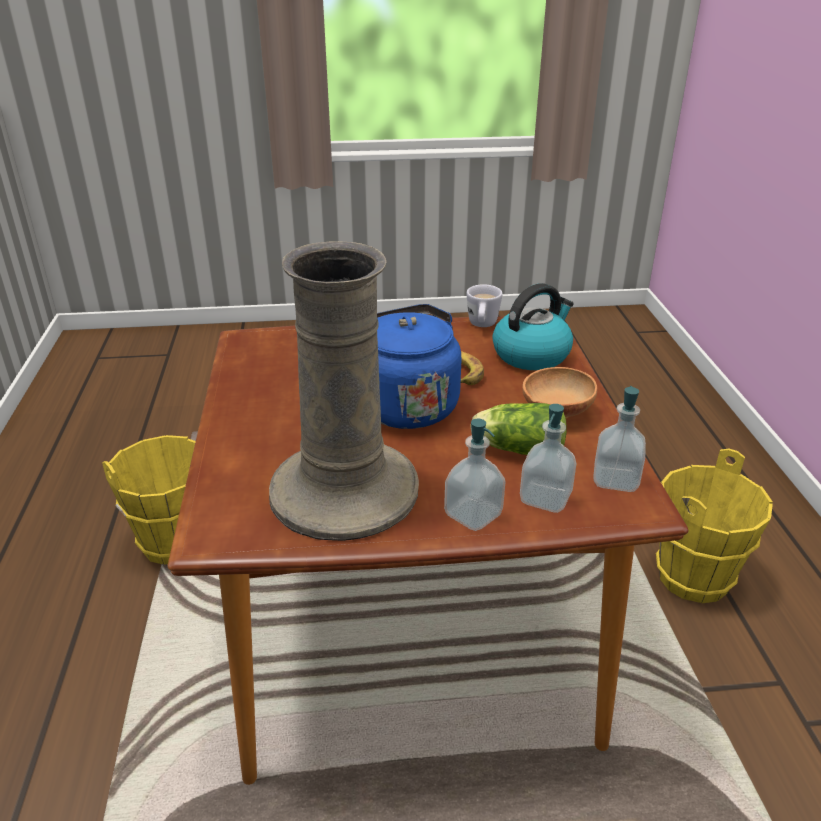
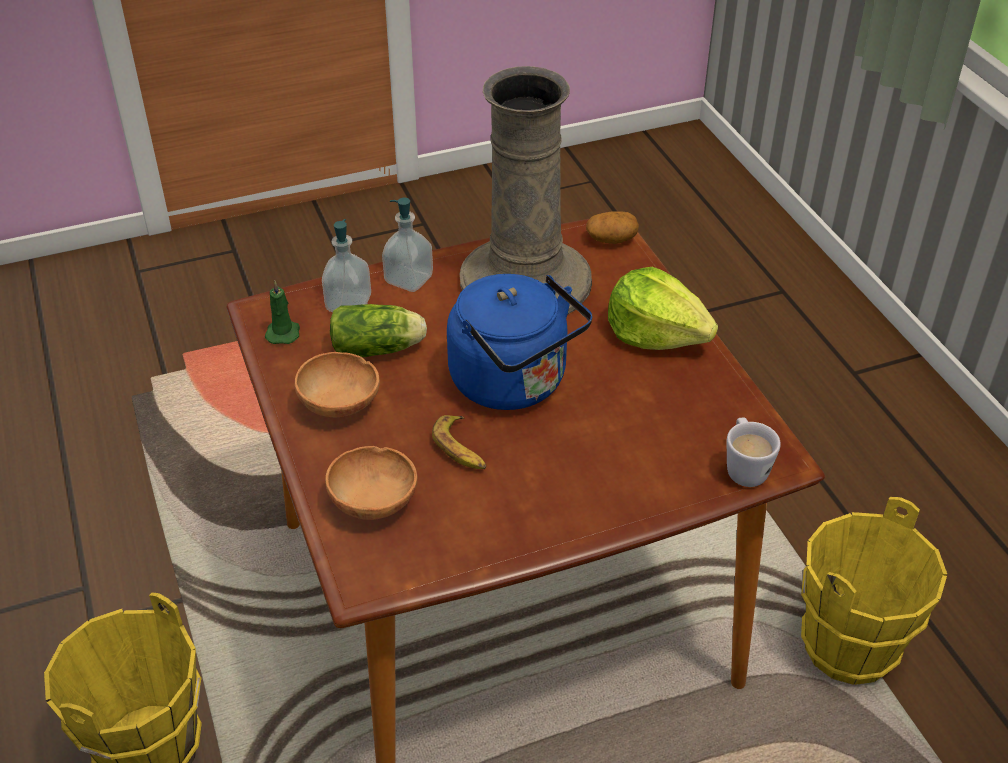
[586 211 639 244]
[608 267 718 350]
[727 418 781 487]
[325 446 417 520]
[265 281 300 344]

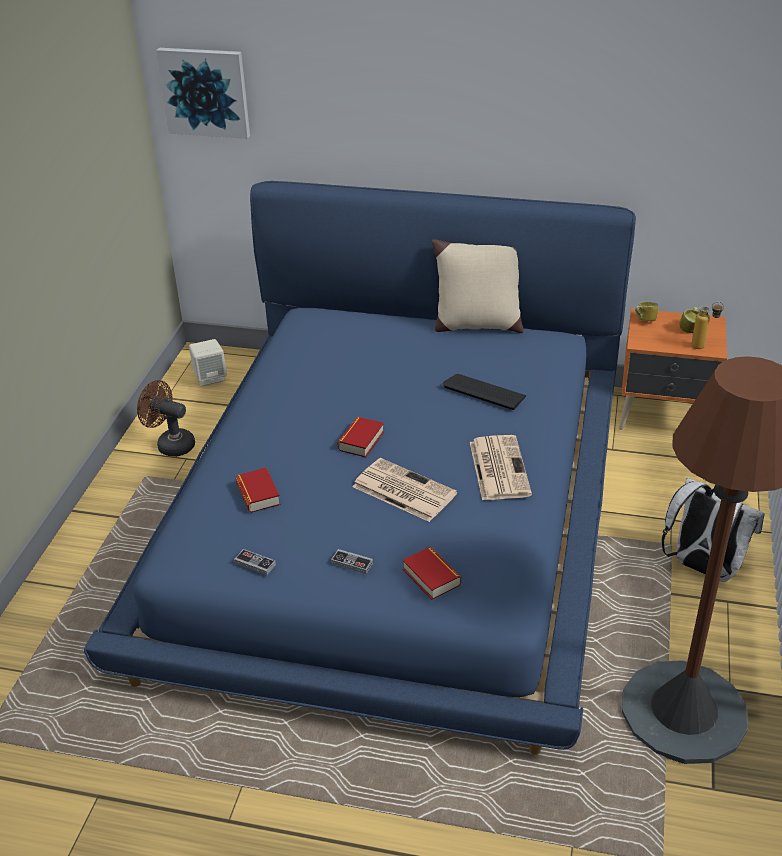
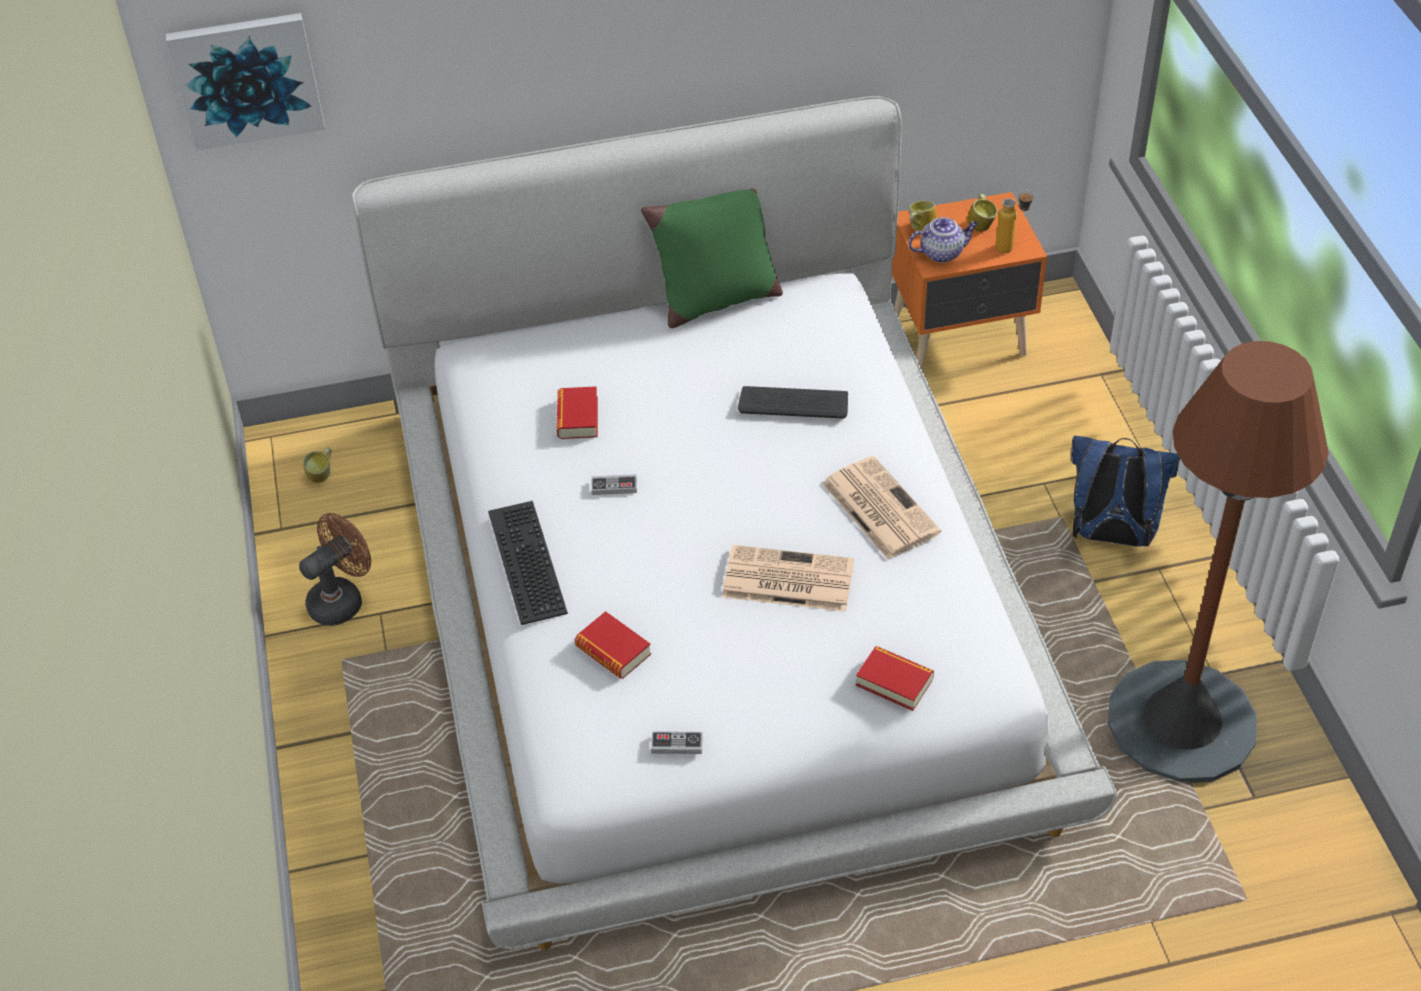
[488 501 568 625]
[908 217 978 263]
[591 474 637 495]
[557 386 598 439]
[303 447 332 483]
[351 96 1117 950]
[641 188 783 328]
[1071 435 1180 547]
[299 513 371 626]

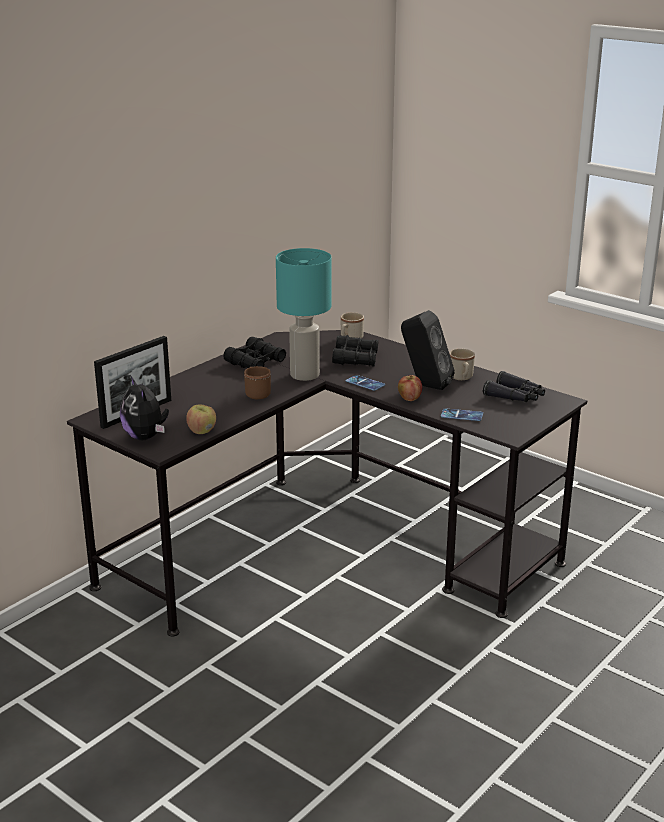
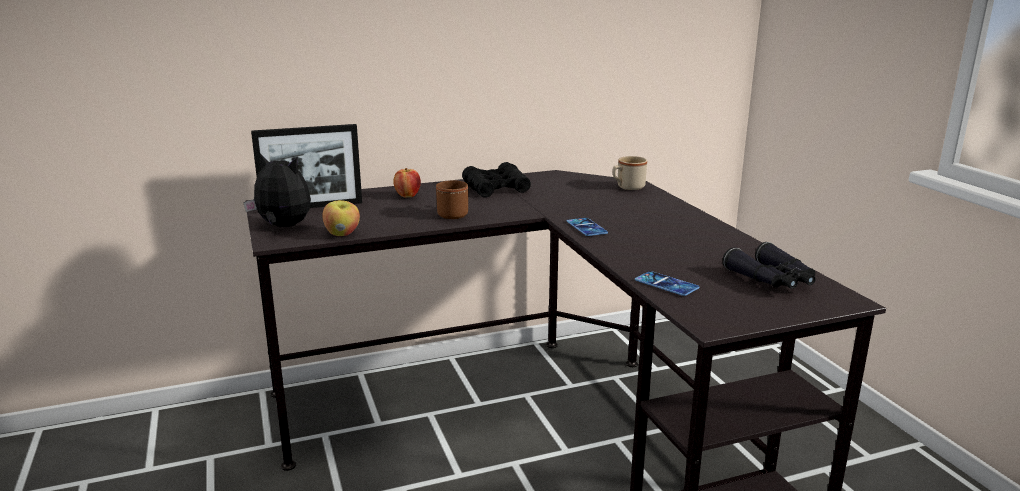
[276 248 332 381] (first image)
[332 335 378 367] (first image)
[401 310 455 390] (first image)
[449 348 475 380] (first image)
[393 168 421 198]
[243 153 311 227]

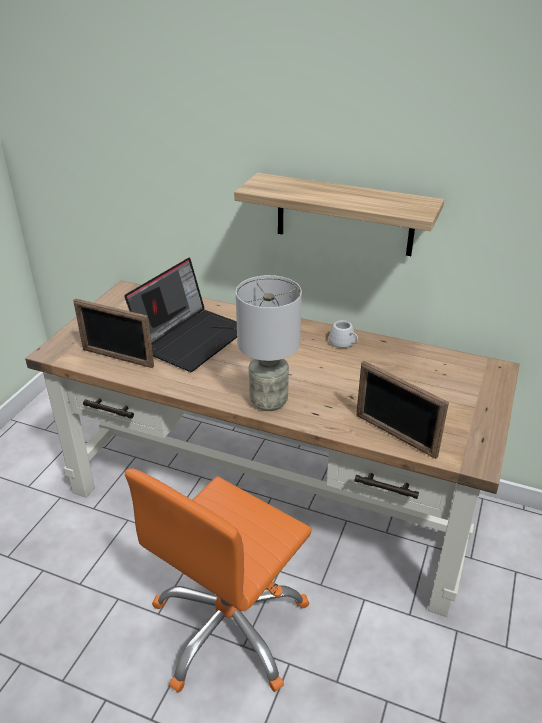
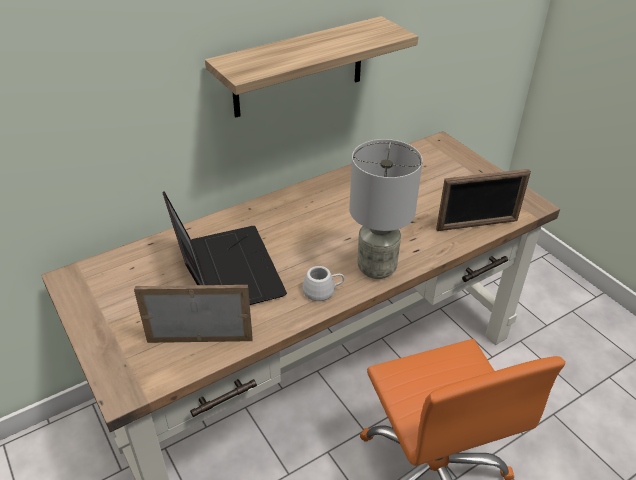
[302 266 345 301]
[134 285 253 343]

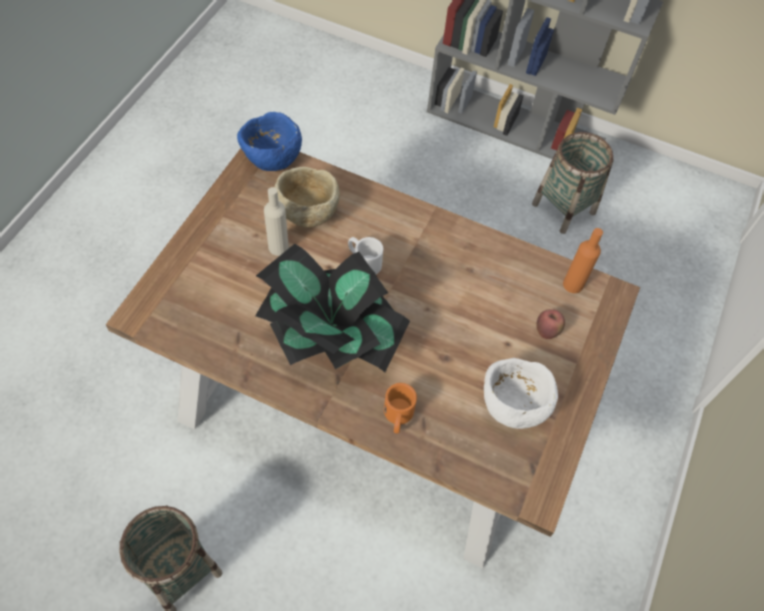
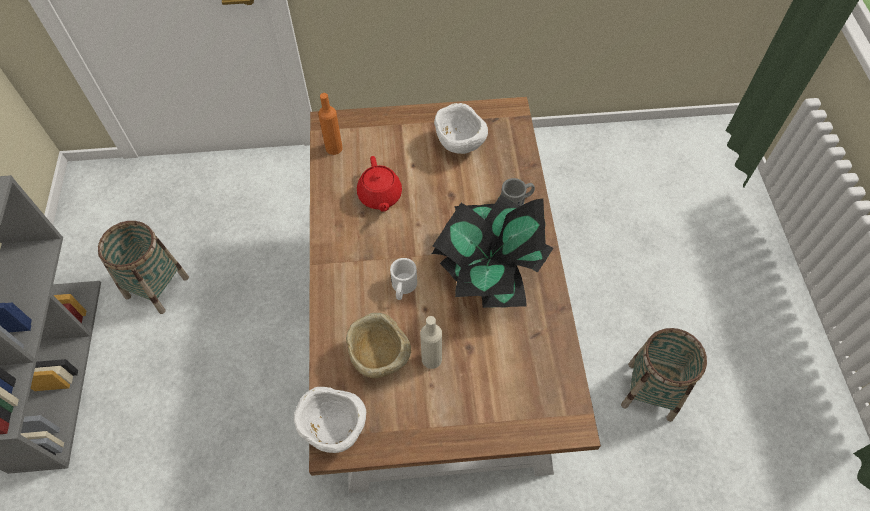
[536 309 565 339] (first image)
[357 156 402 211]
[294 387 366 453]
[501 178 535 206]

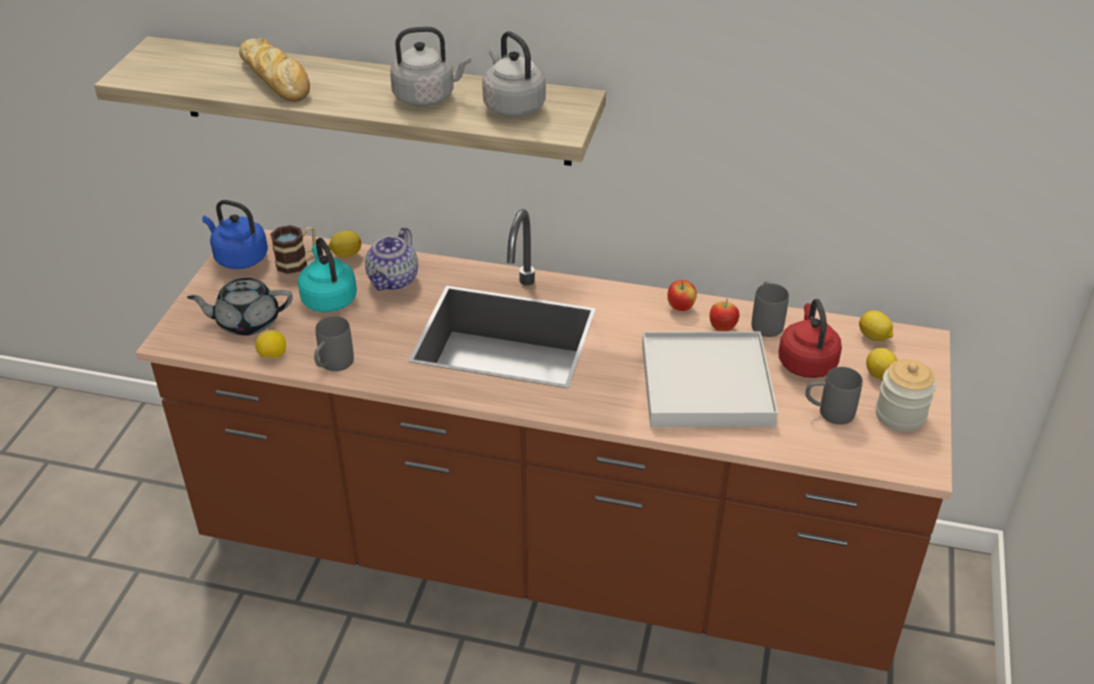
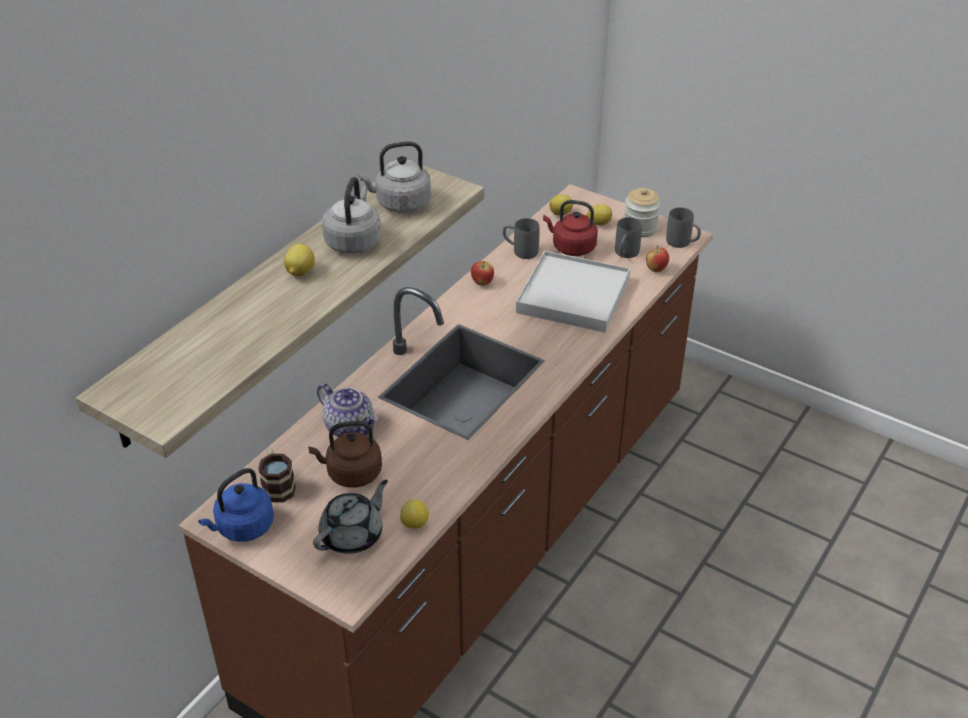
[239 38 310 102] (first image)
[666 207 701 248]
[284 244 315 276]
[646 246 669 272]
[308 421 382 488]
[313 480 388 554]

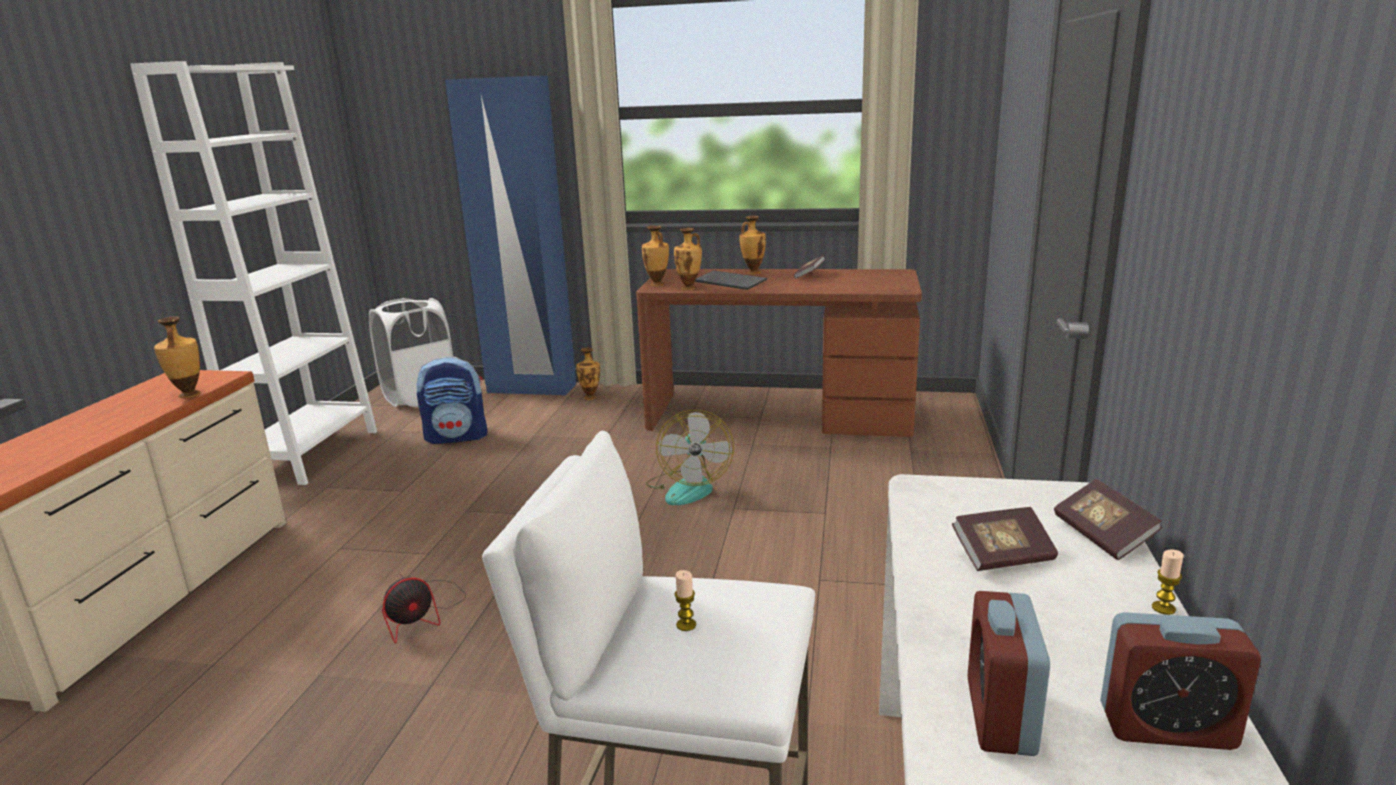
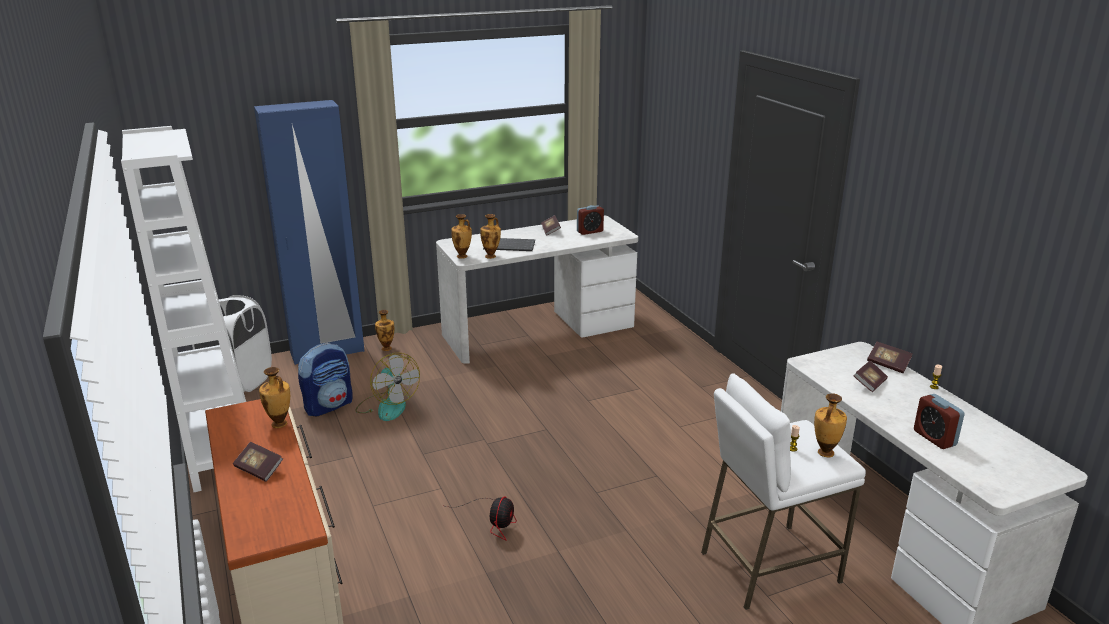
[233 442 283 482]
[356 353 420 421]
[814 393 847 457]
[577 205 604 235]
[436 216 638 364]

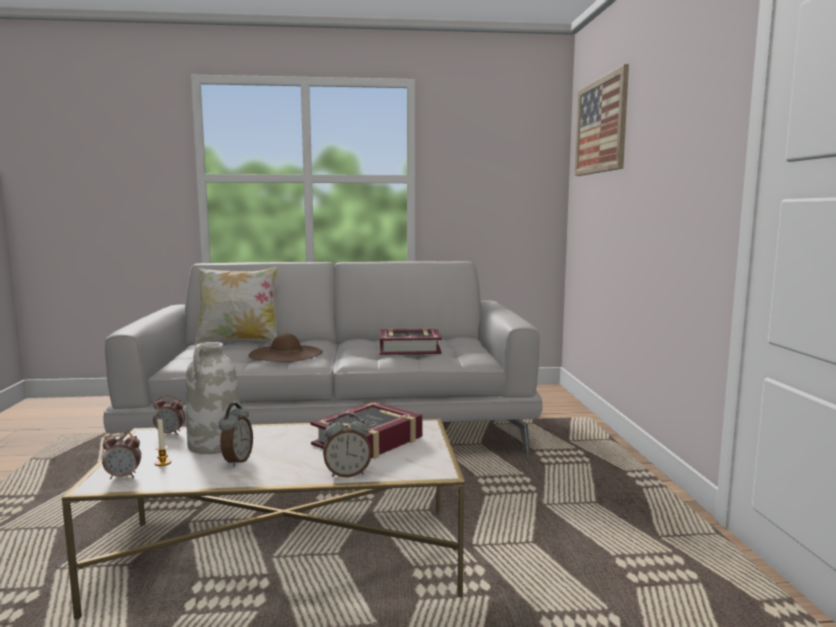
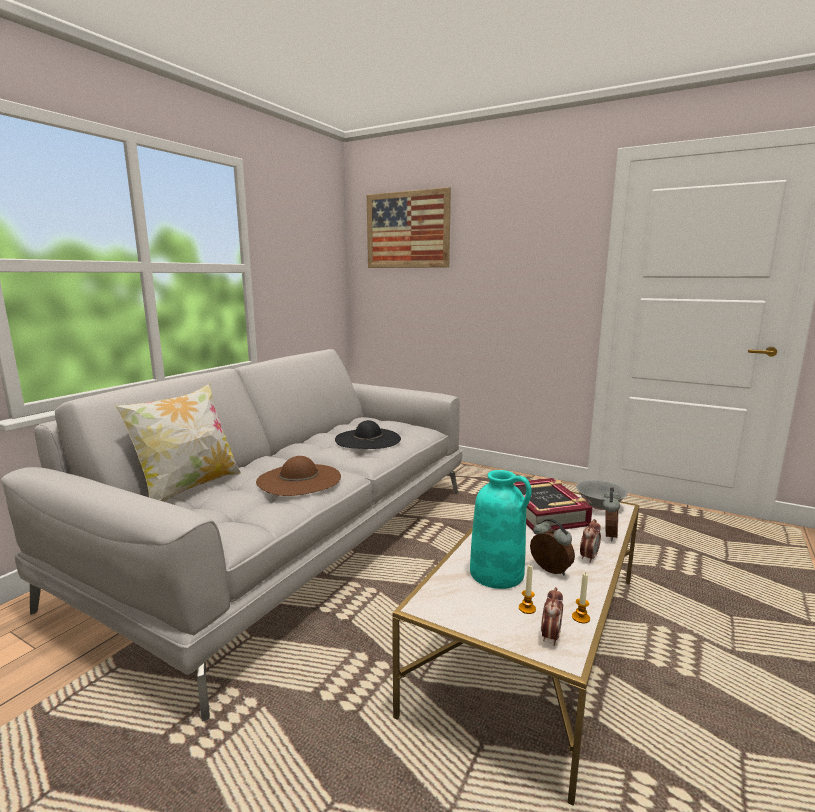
[572 572 590 623]
[576 480 628 510]
[580 519 601 563]
[335 420 401 449]
[470 470 532 589]

